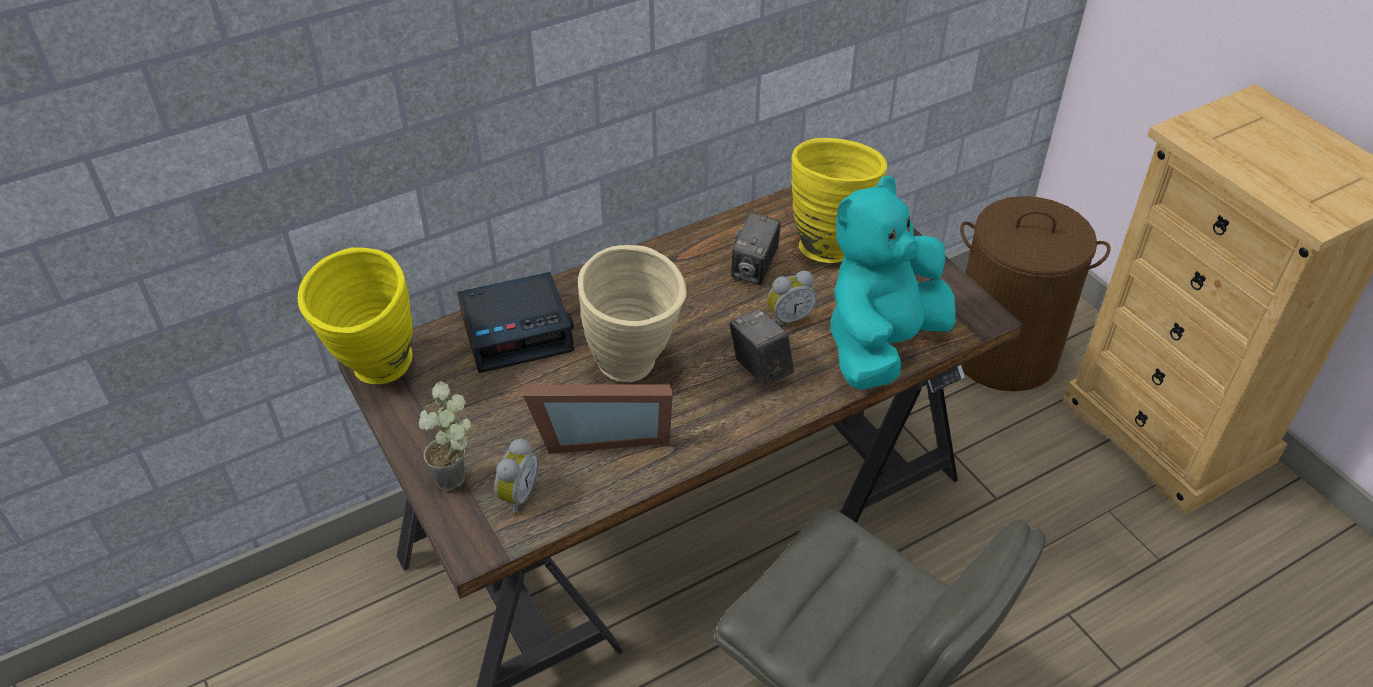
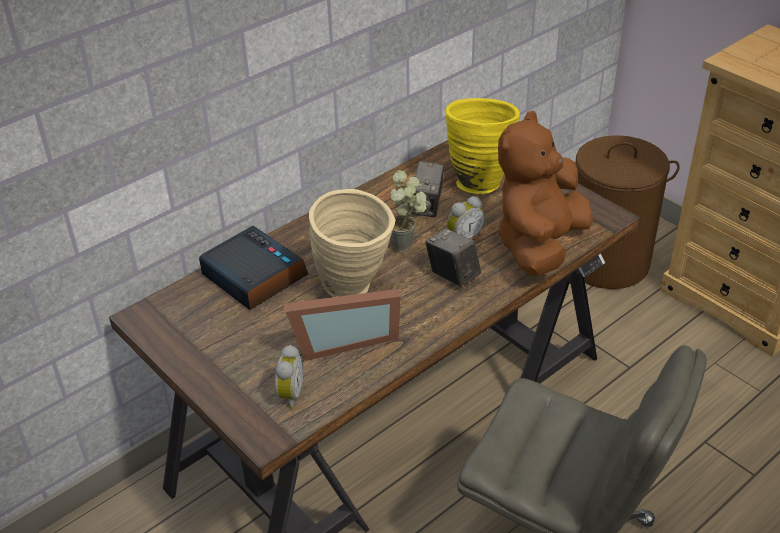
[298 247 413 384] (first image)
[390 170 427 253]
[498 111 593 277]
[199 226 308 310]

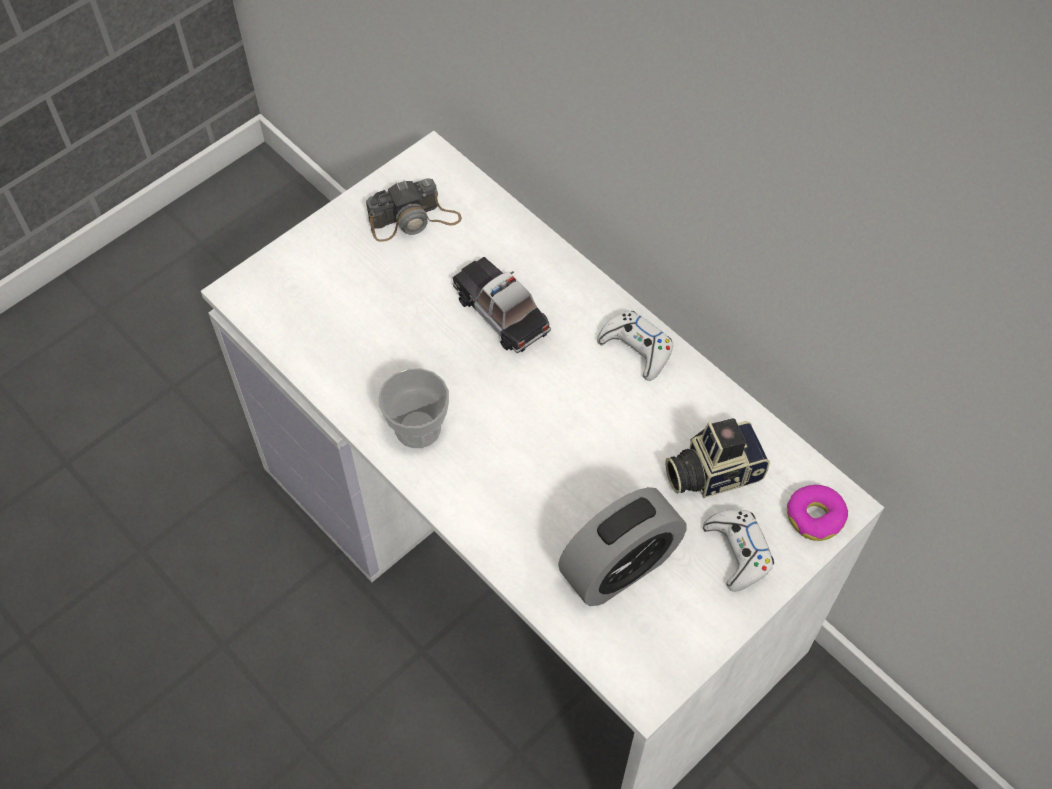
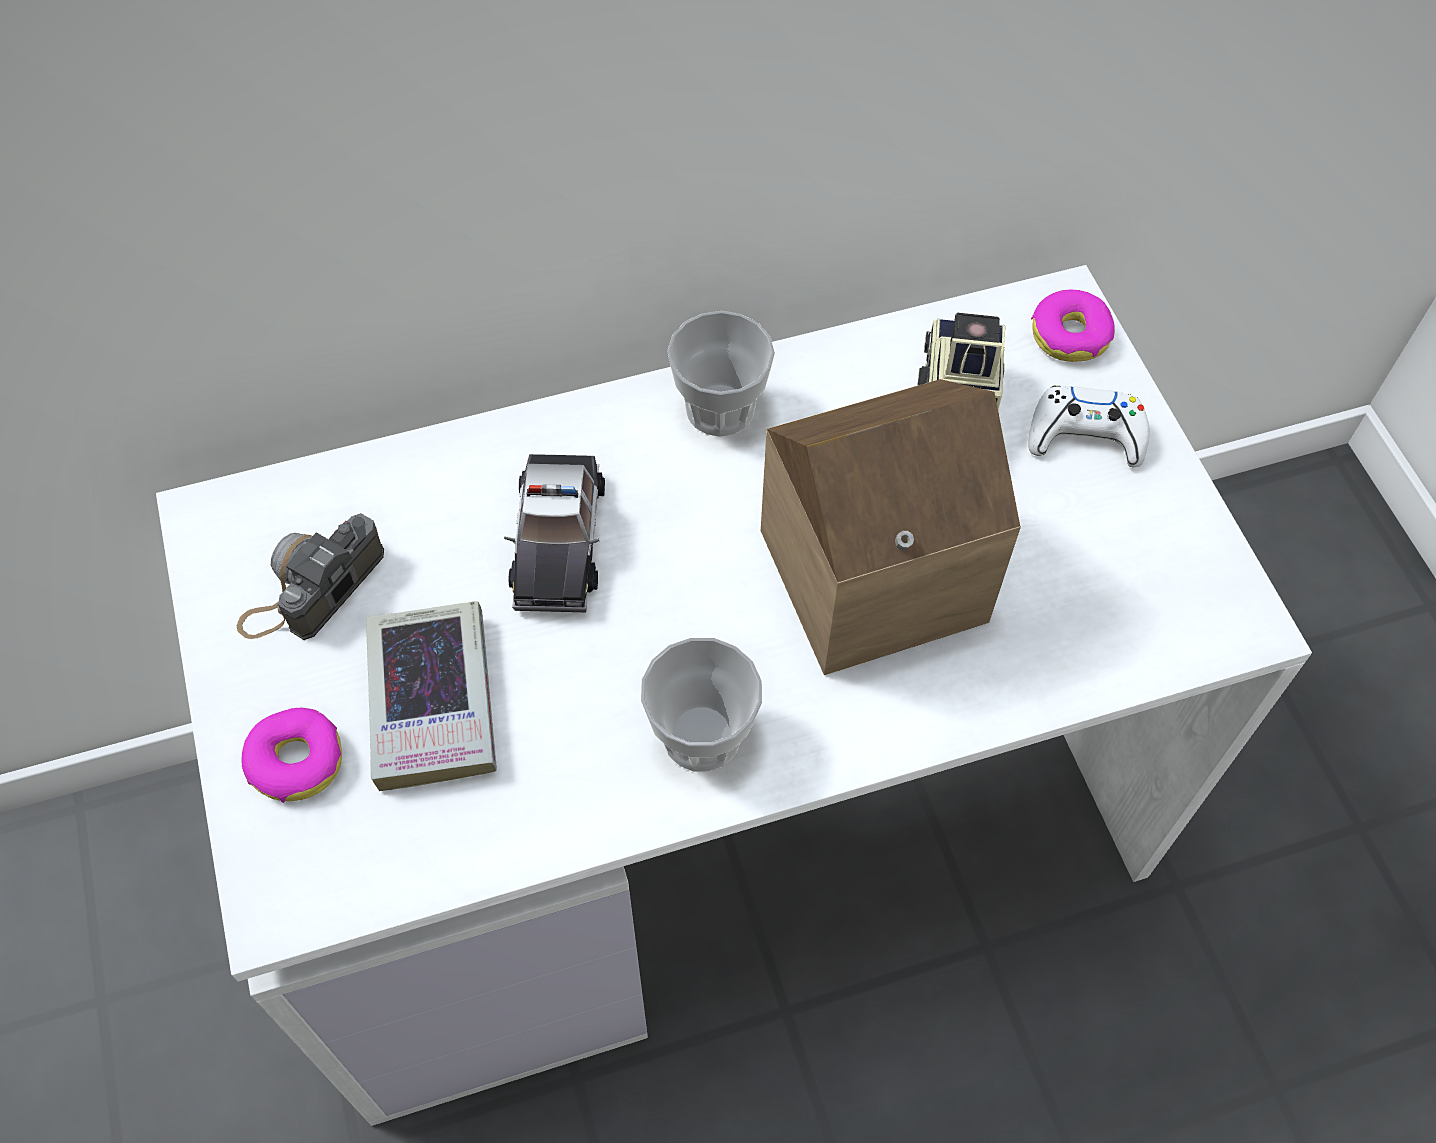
[558 487 687 606] (first image)
[241 707 342 803]
[366 601 497 791]
[761 379 1021 675]
[667 311 775 437]
[237 513 384 640]
[504 454 605 612]

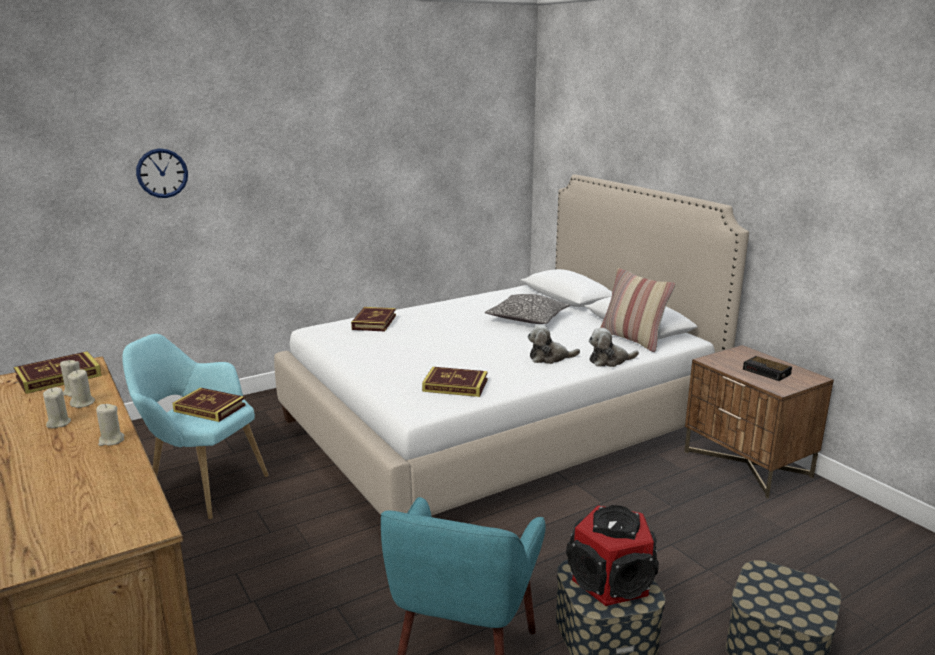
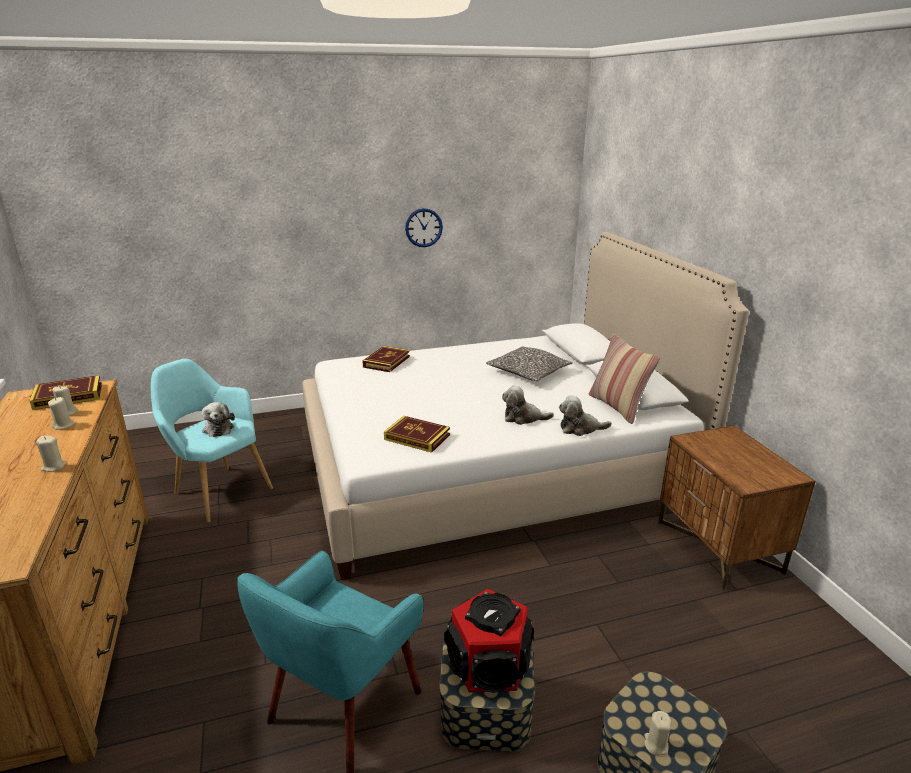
[743 356 792 381] (first image)
[644 711 671 756]
[405 208 443 247]
[202 402 235 437]

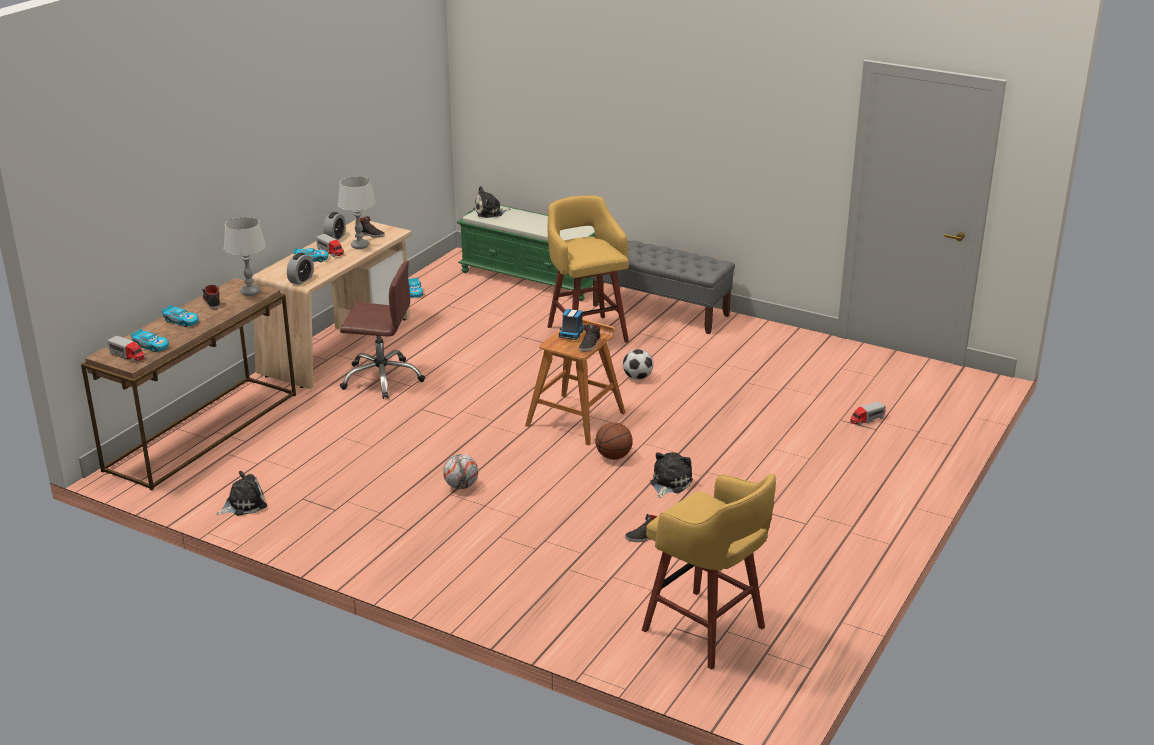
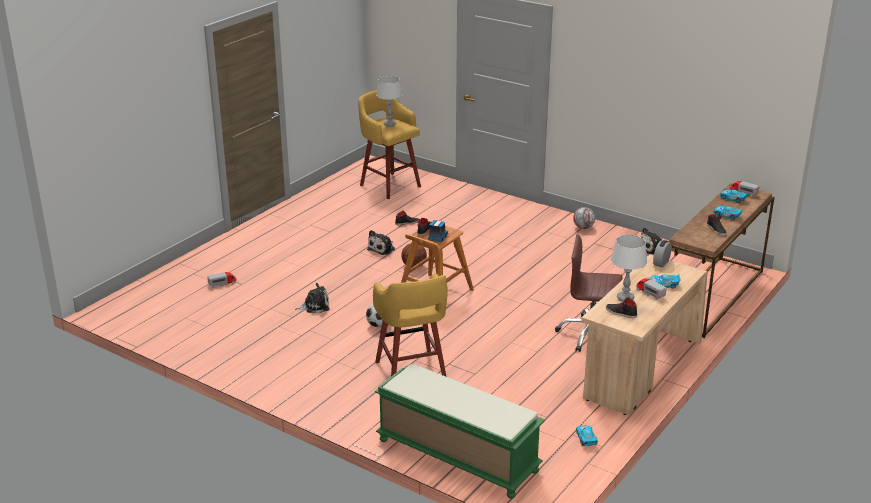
[323 212 346 240] (first image)
[592 240 735 334] (first image)
[376 76 403 127]
[573 207 595 229]
[295 283 330 313]

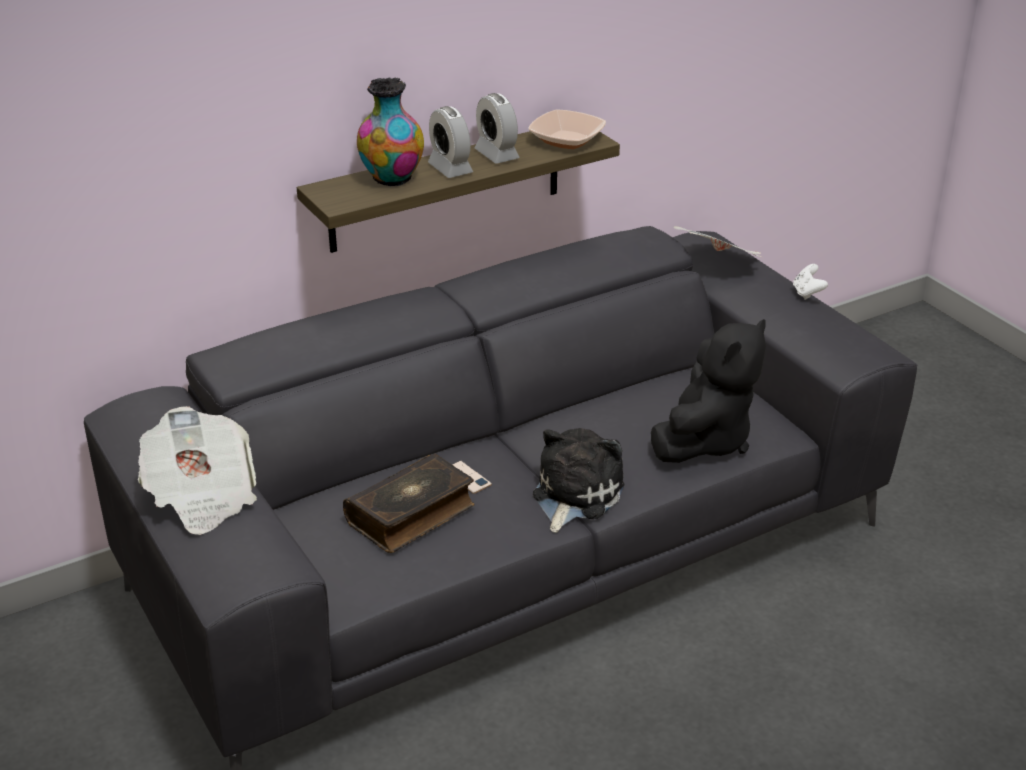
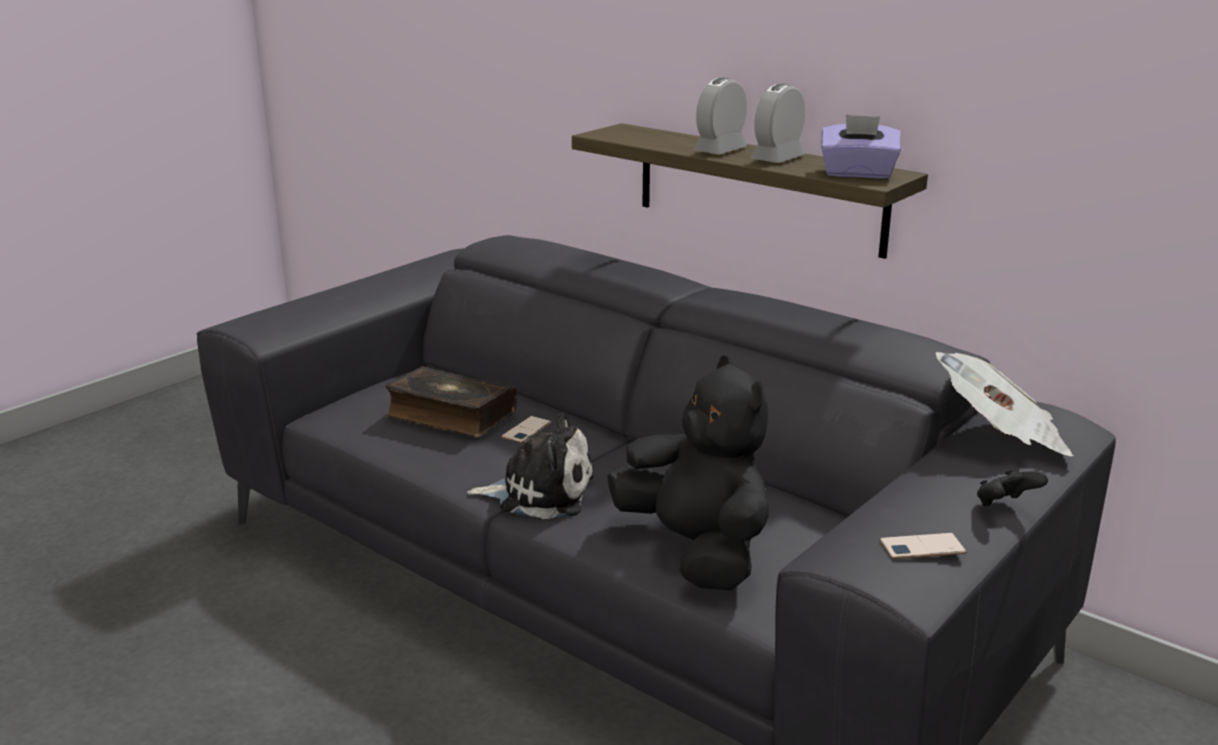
[138 406 257 535] (first image)
[357 78 424 186] (first image)
[880 533 967 559]
[821 114 901 179]
[977 470 1048 506]
[607 355 769 591]

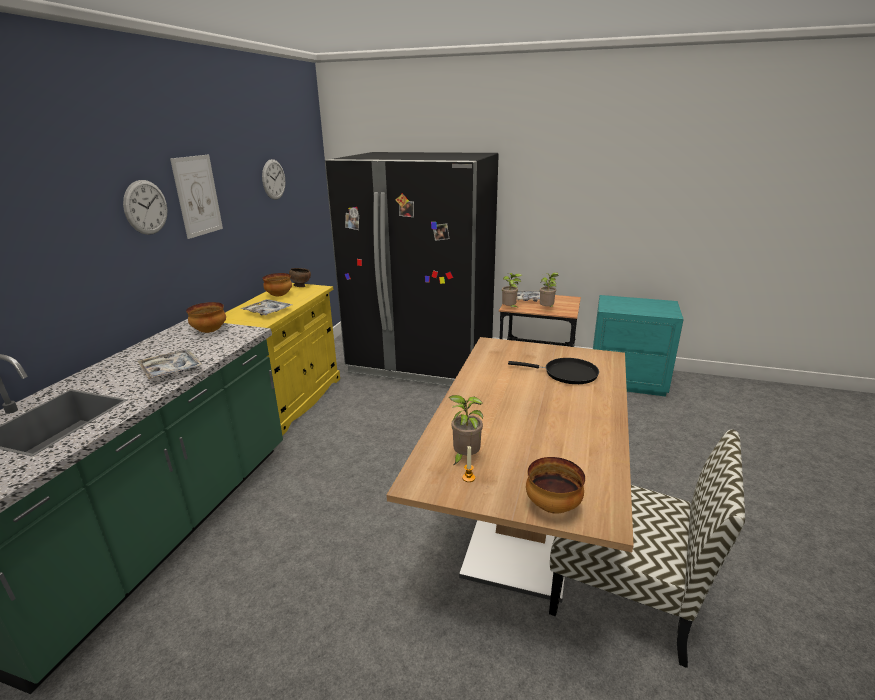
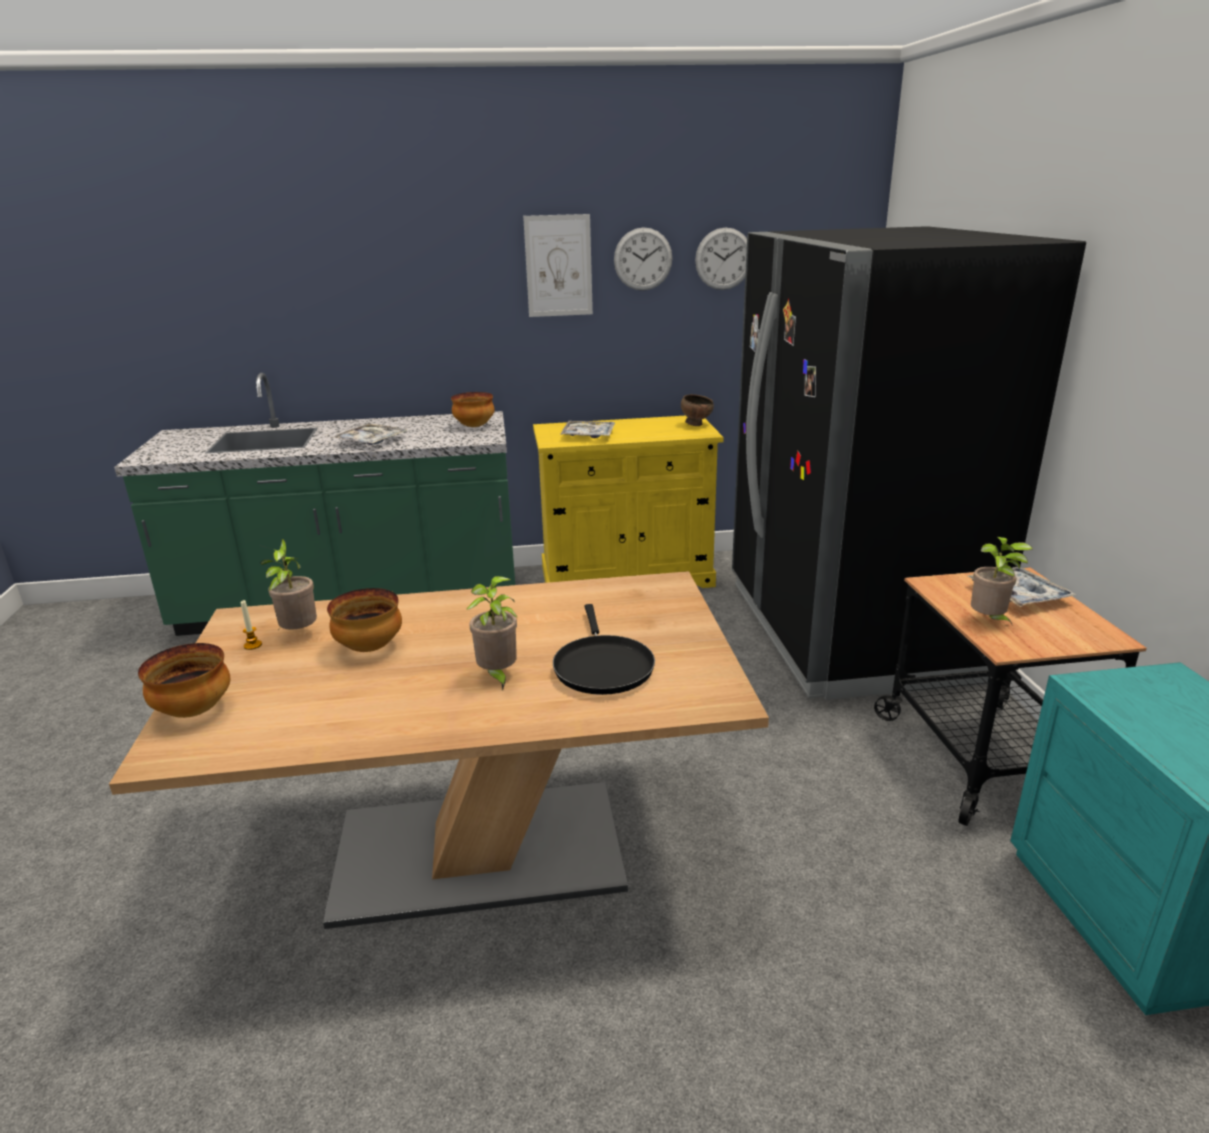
[549 430 745 668] (first image)
[614 227 673 291]
[327 588 402 652]
[467 576 518 691]

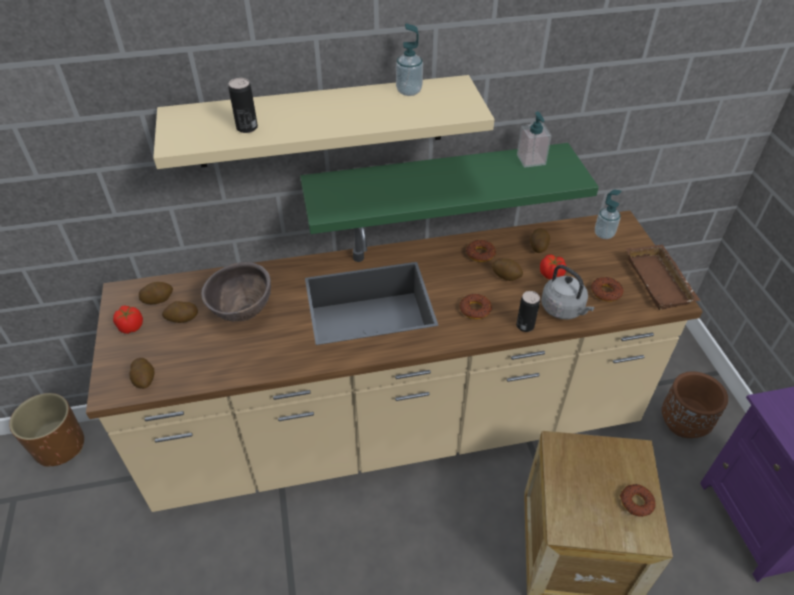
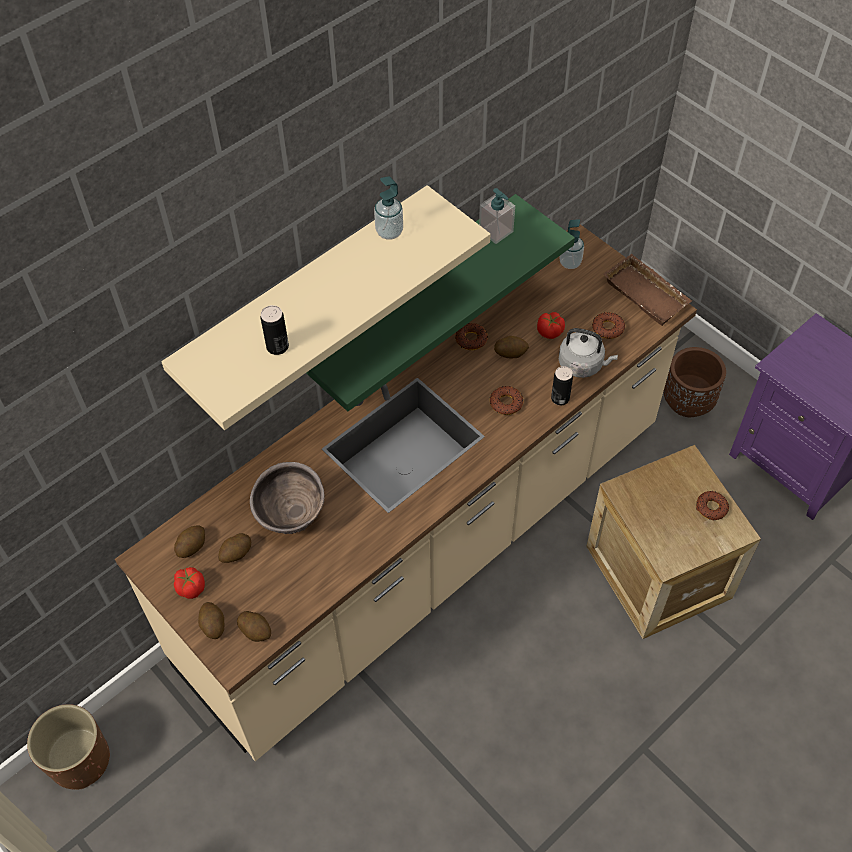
[198 602 224 639]

